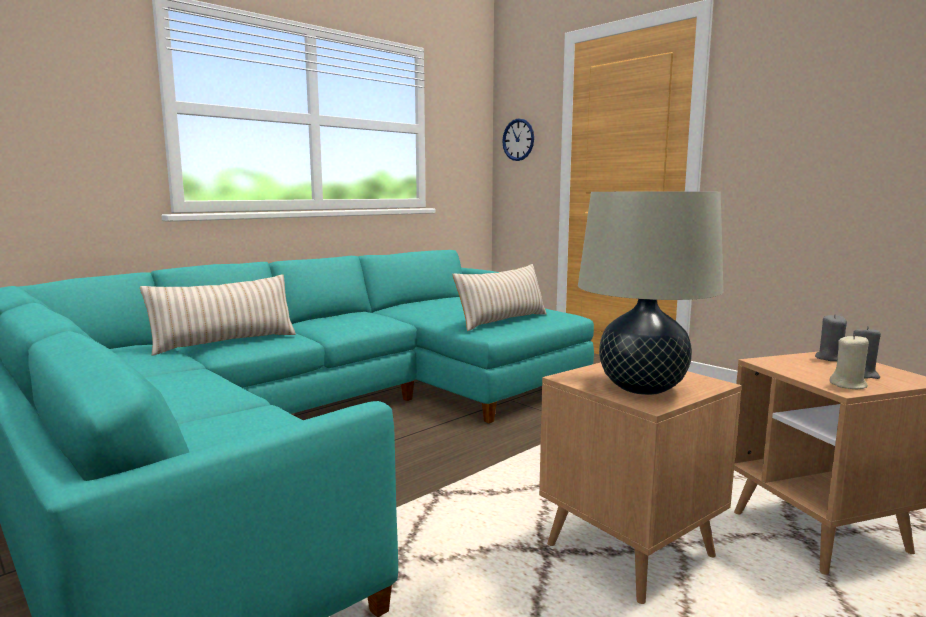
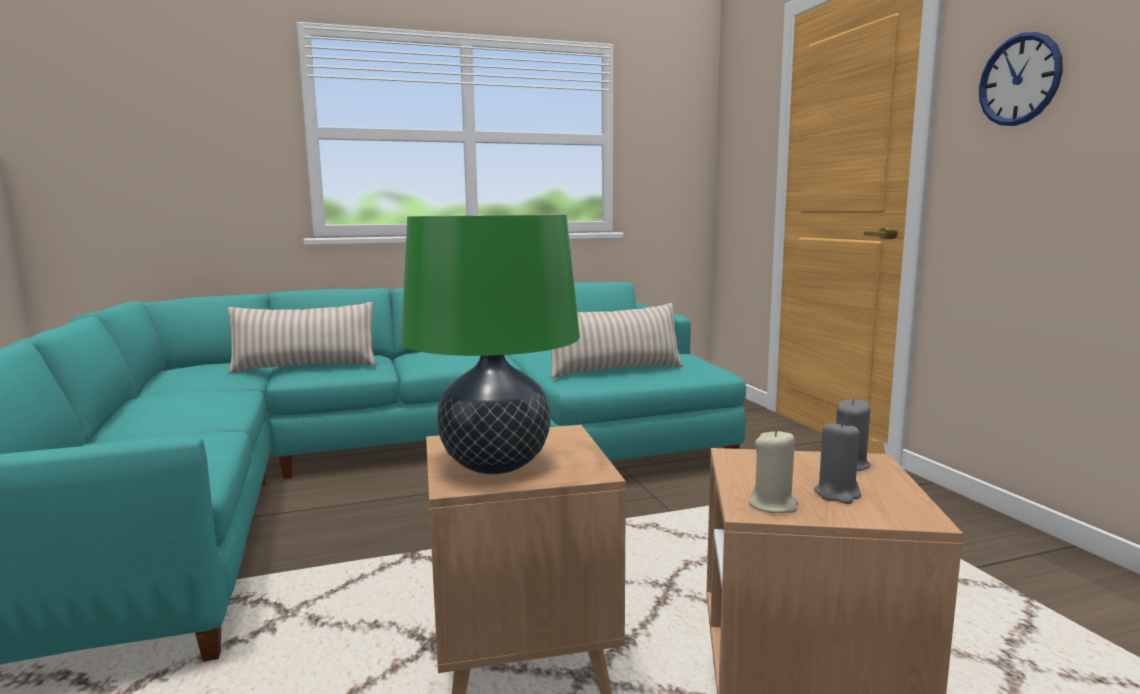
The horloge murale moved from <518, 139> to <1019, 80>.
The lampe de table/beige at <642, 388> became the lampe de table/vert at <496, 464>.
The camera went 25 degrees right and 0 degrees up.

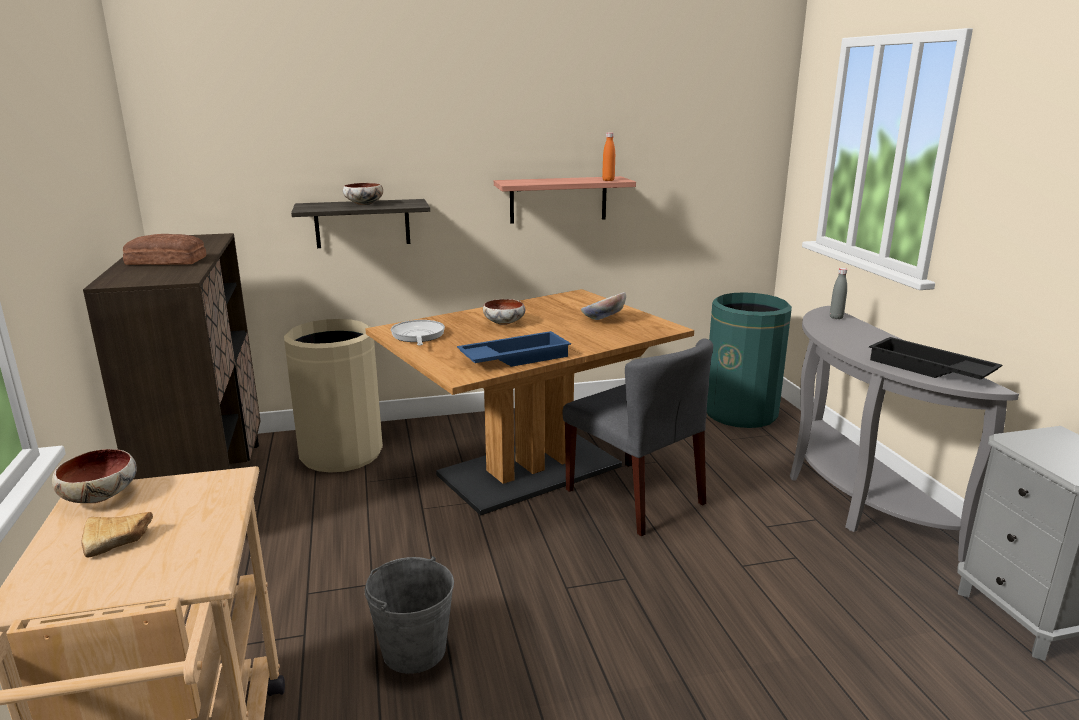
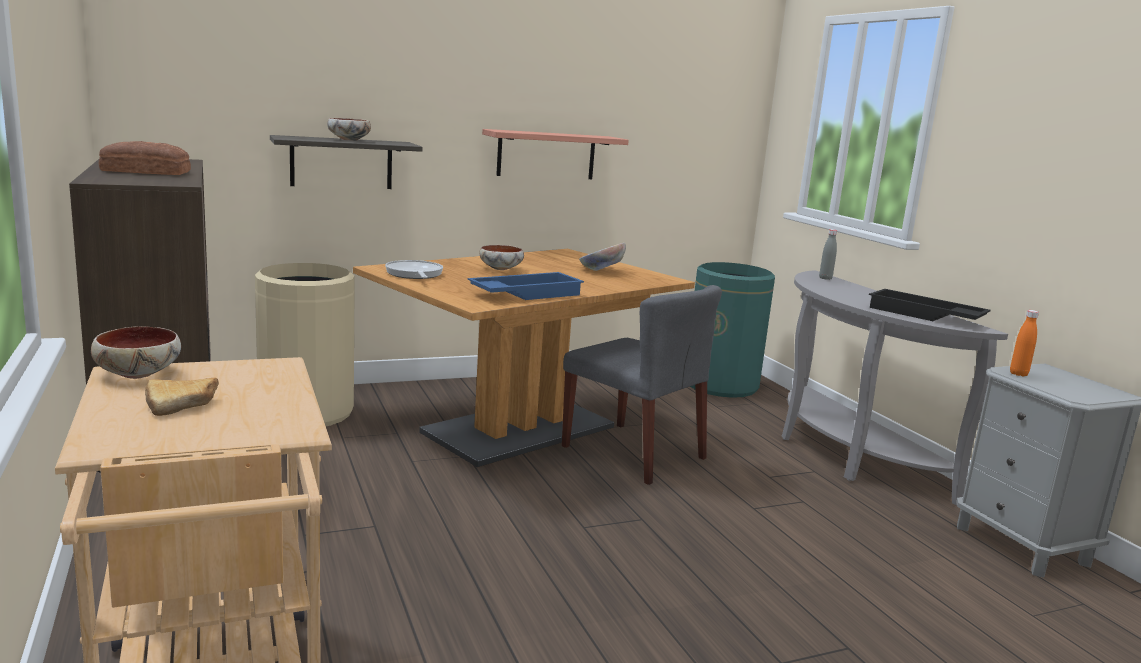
The seau/gris at <414, 650> disappeared.
The bouteille/orange moved from <608, 180> to <1018, 374>.
The camera went 10 degrees left and 5 degrees down.

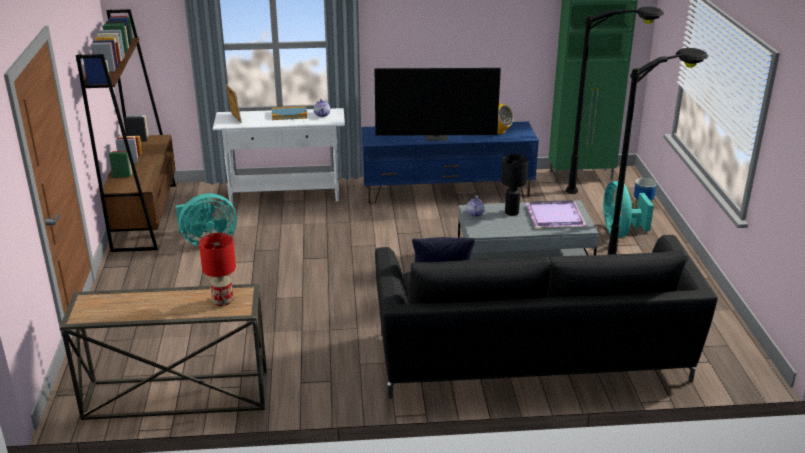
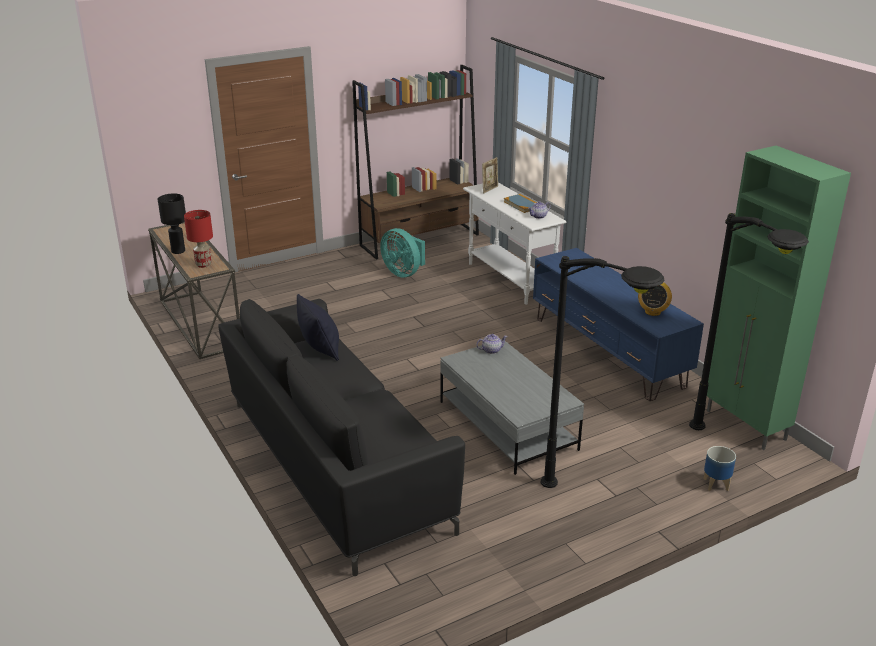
The téléviseur at <436, 137> disappeared.
The lampe de table/noir moved from <511, 212> to <178, 251>.
The plateau/violet at <554, 217> disappeared.
The ventilateur/turquoise at <620, 232> disappeared.
The camera went 65 degrees right and 0 degrees up.

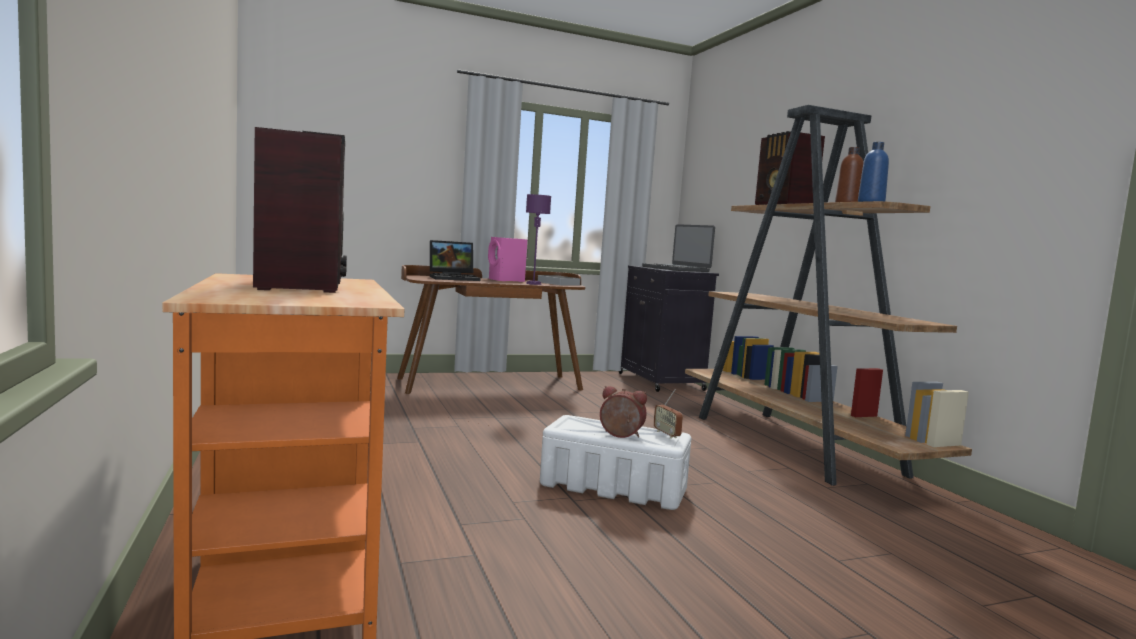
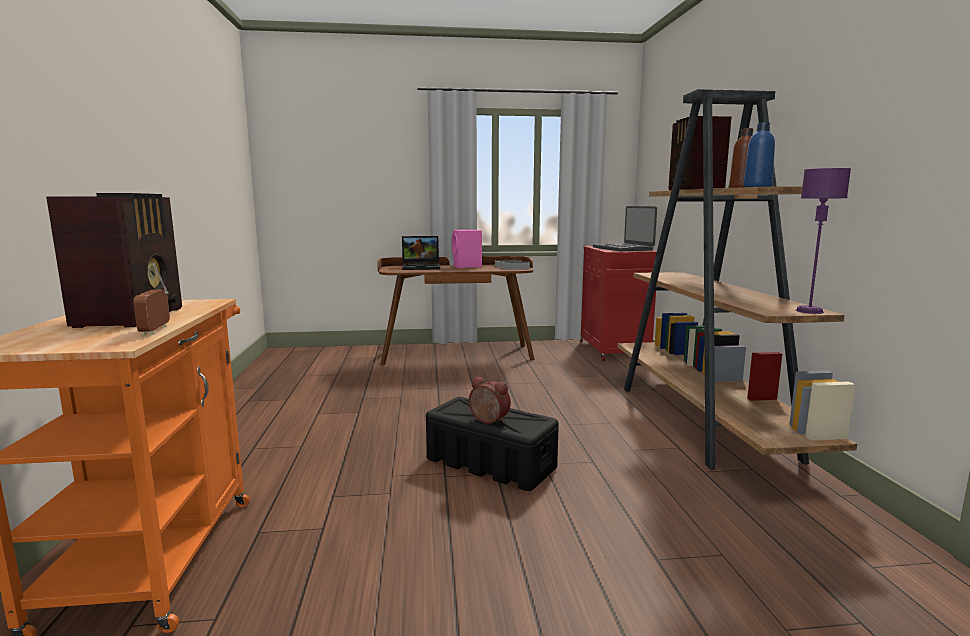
The lampe de table/violet moved from <533, 284> to <809, 311>.
The boîte de rangement/blanc at <612, 487> became the boîte de rangement/noir at <490, 463>.
The meuble de rangement/noir at <661, 382> became the meuble de rangement/rouge at <614, 350>.
The radio moved from <667, 434> to <156, 330>.
The camera went 15 degrees right and 5 degrees up.

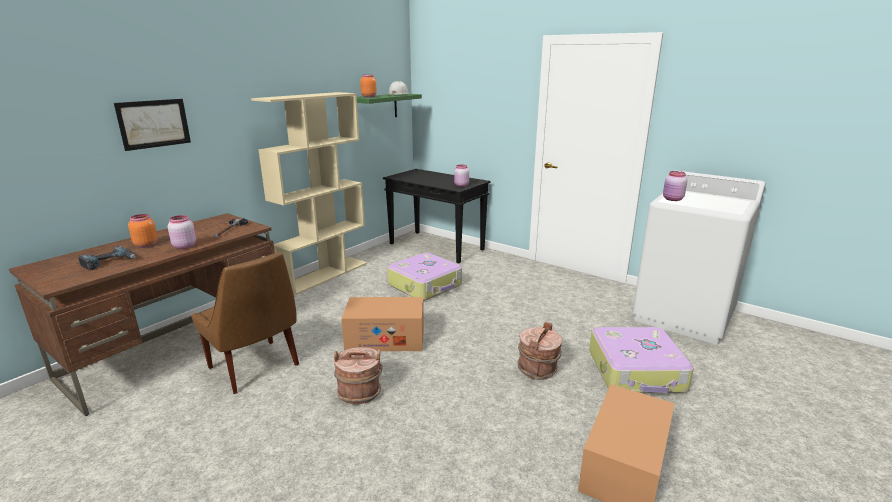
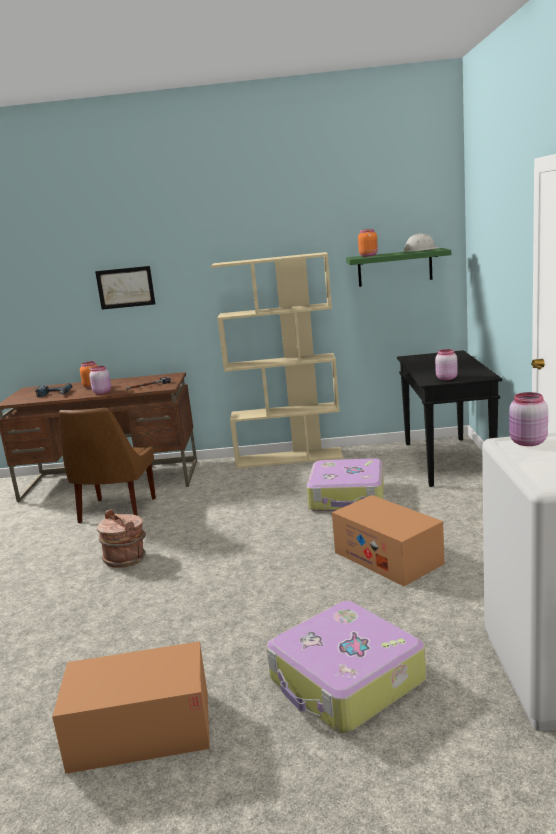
The carton moved from <385, 338> to <388, 558>.
The seau/marron at <538, 369> disappeared.
The camera went 55 degrees right and 5 degrees down.

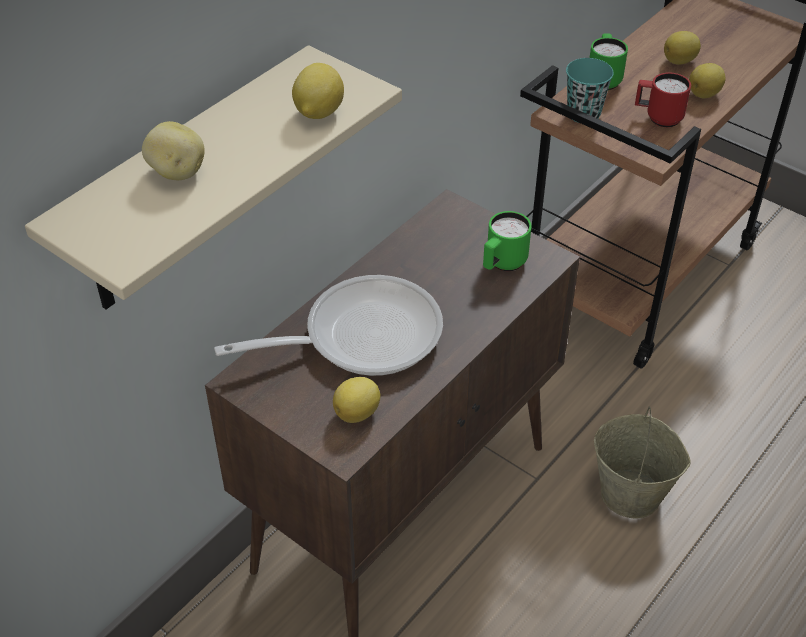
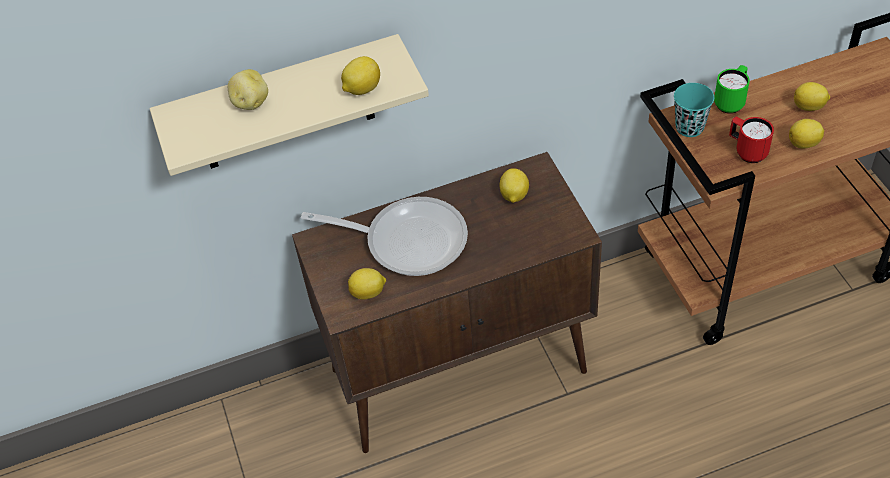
The mug/vert at <502, 264> disappeared.
The seau/beige at <631, 494> disappeared.
The citron at <513, 195> appeared.
The camera went 35 degrees right and 5 degrees up.

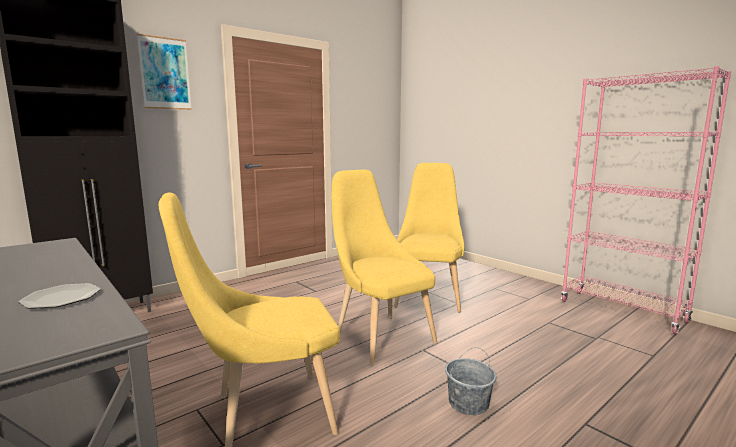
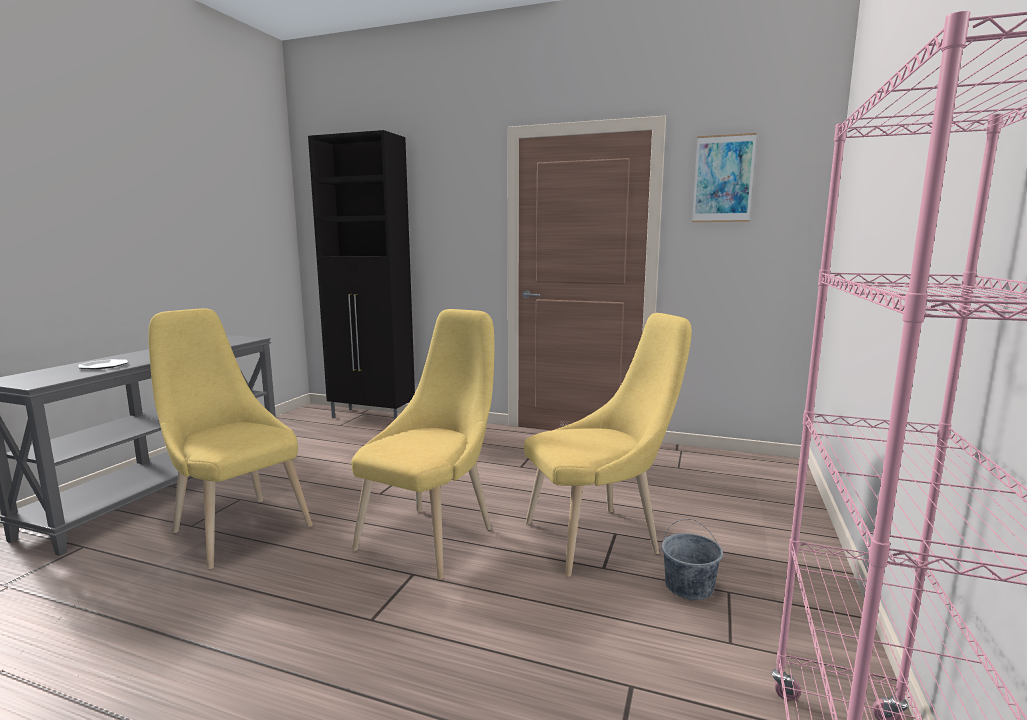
The tableau moved from <165, 73> to <723, 179>.
The seau/gris moved from <469, 403> to <689, 586>.
The camera went 60 degrees right and 0 degrees up.

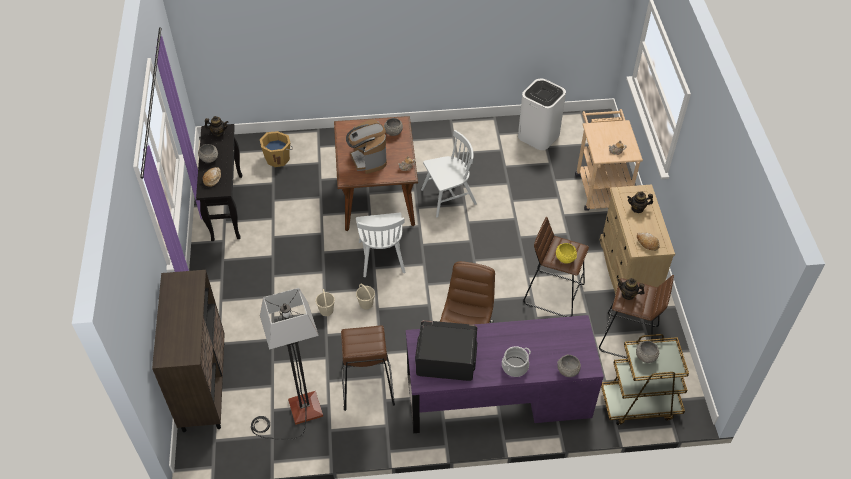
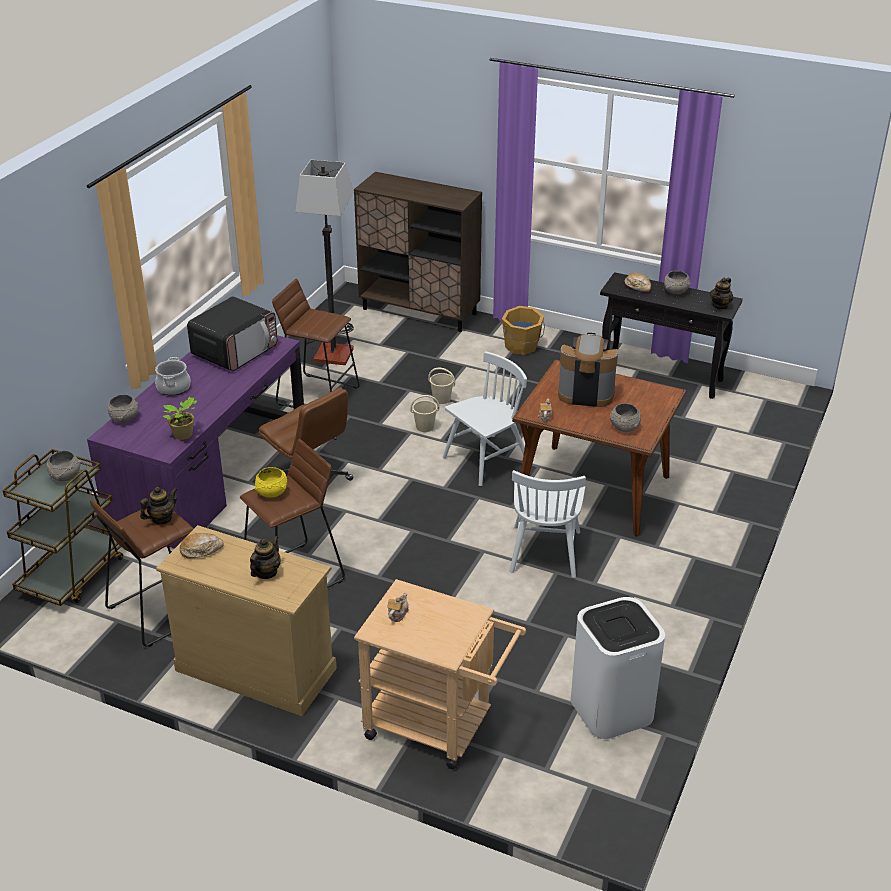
The seau/orange moved from <278, 158> to <521, 346>.
The chaise/blanc at <381, 256> turned 120 degrees clockwise.
The plante en pot at <184, 435> appeared.
The camera went 120 degrees right and 15 degrees down.

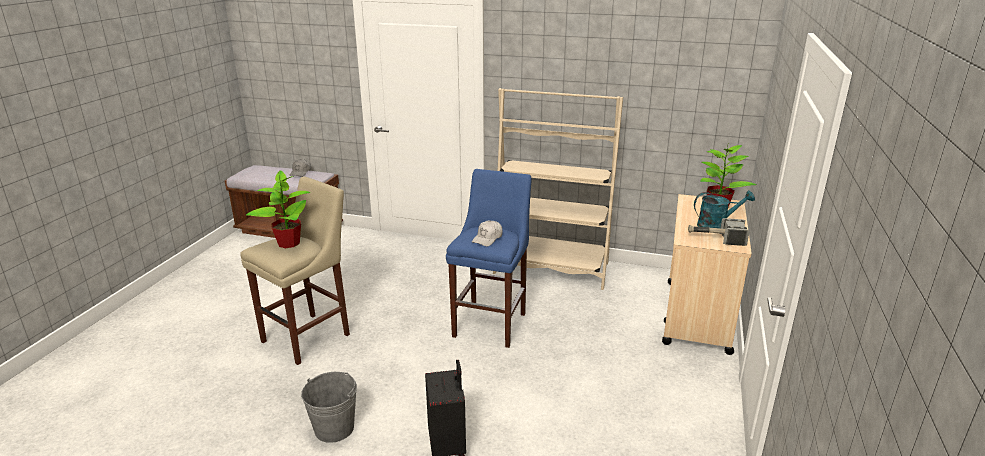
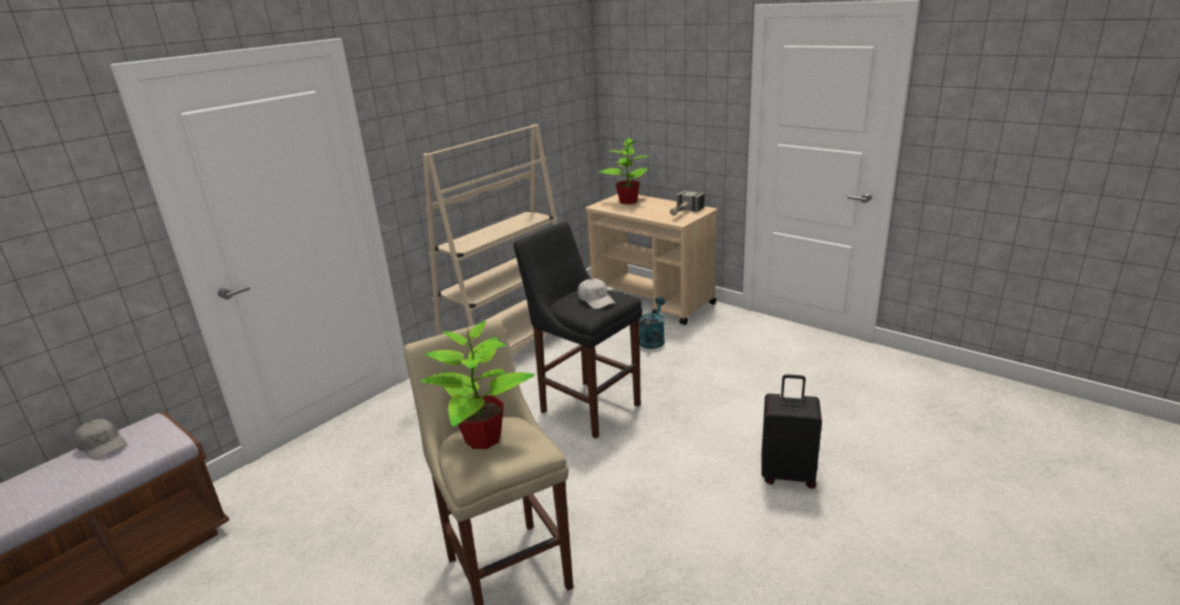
The seau/gris at <334, 428> disappeared.
The tabouret/bleu at <491, 323> became the tabouret/noir at <587, 406>.
The arrosoir/turquoise moved from <716, 225> to <653, 339>.
The camera went 65 degrees left and 0 degrees up.

